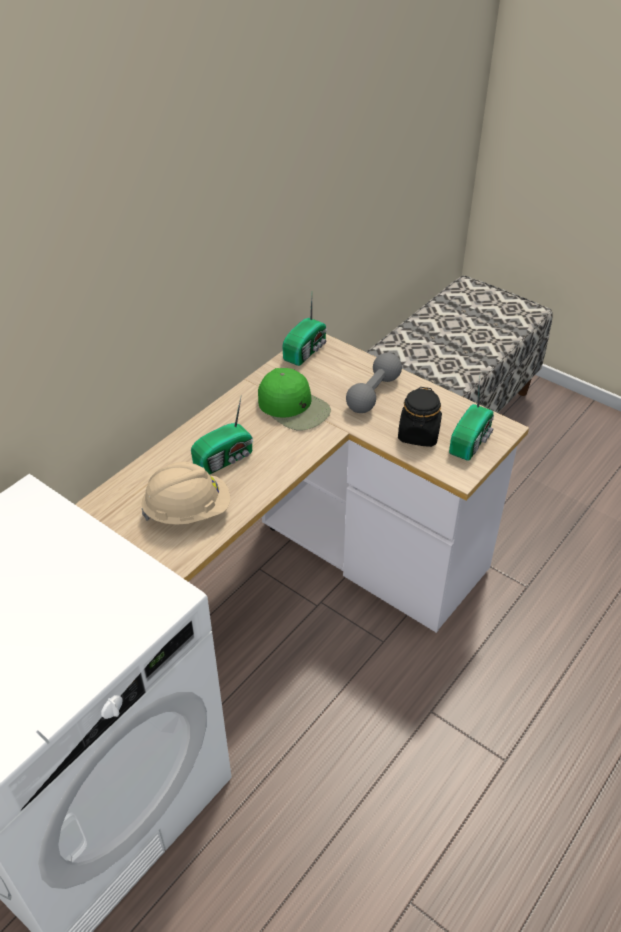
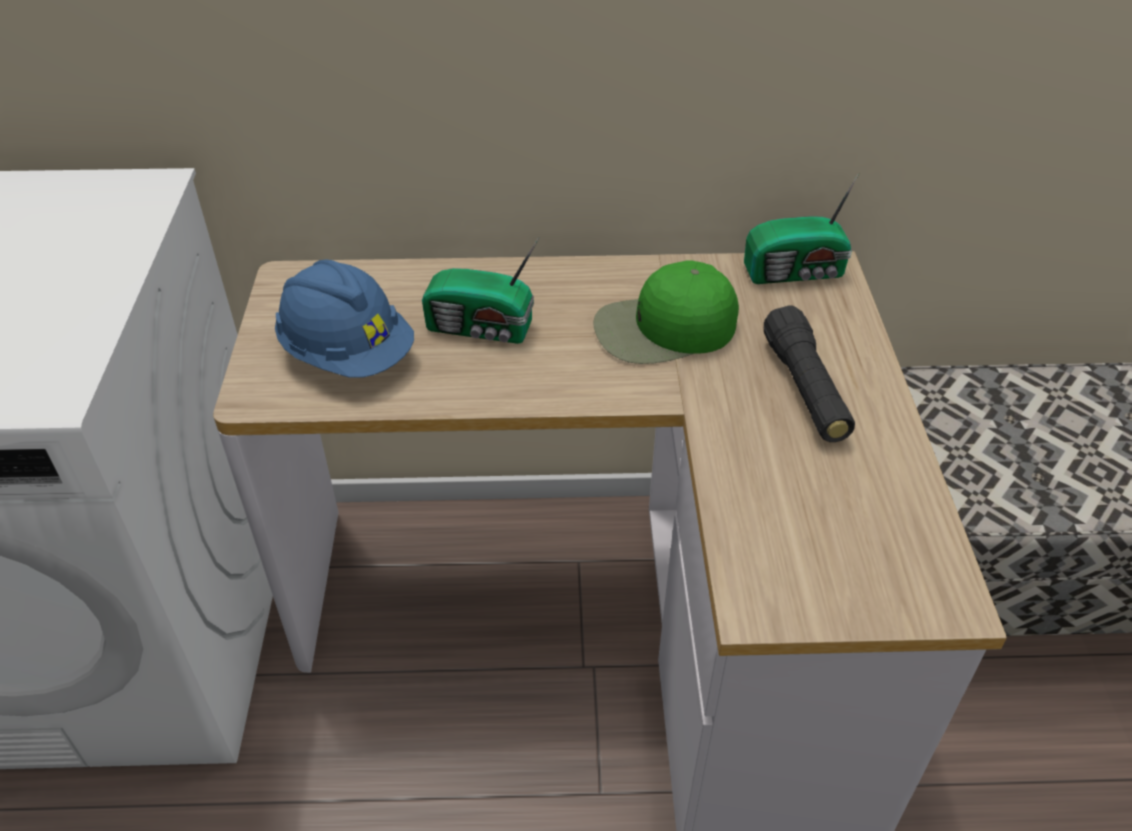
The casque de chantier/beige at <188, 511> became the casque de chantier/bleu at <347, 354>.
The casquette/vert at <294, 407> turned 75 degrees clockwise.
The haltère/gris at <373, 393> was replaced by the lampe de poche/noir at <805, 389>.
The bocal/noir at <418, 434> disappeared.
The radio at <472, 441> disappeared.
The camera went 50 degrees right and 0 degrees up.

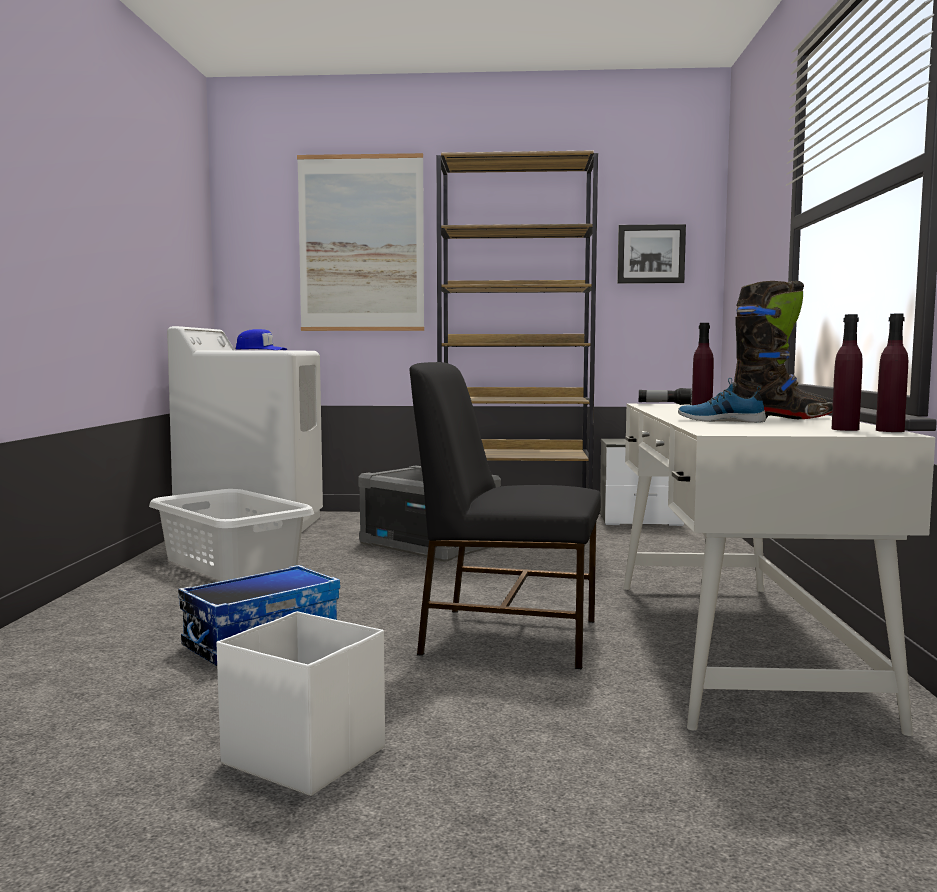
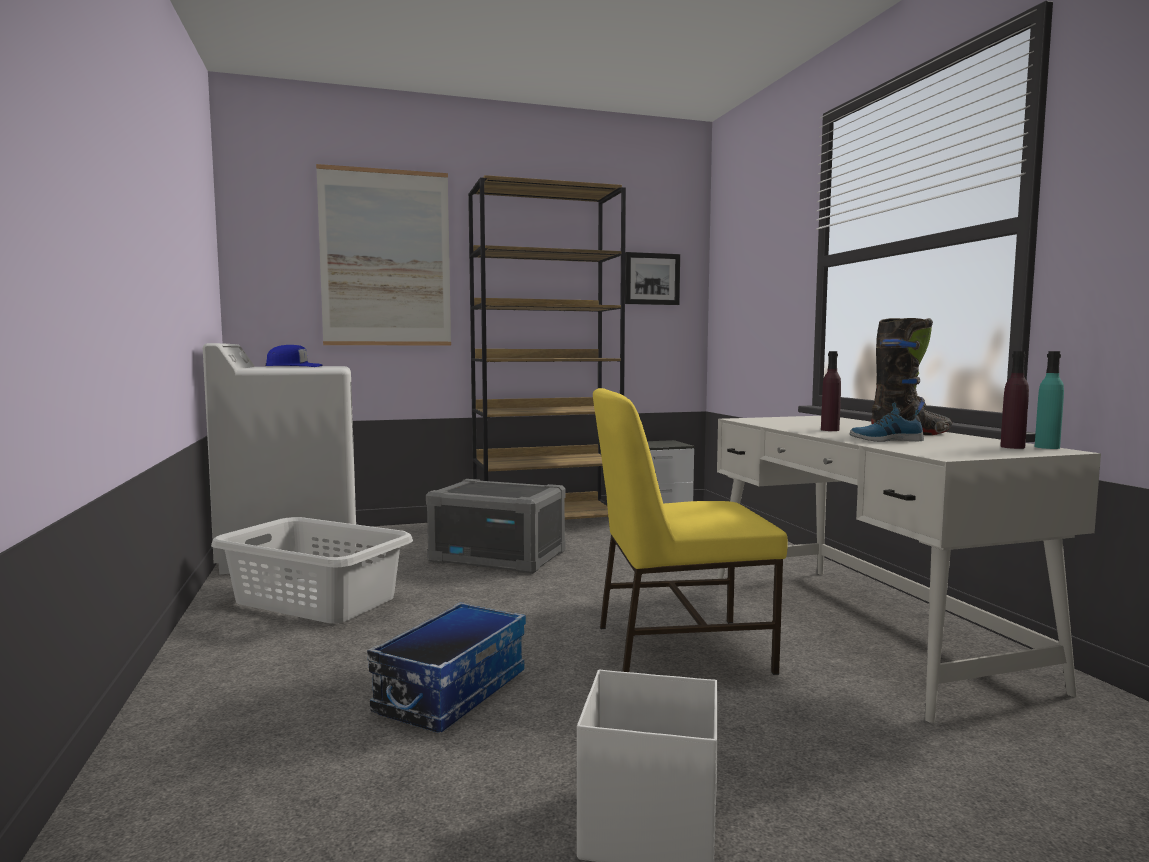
The chaise/noir at <507, 636> became the chaise/jaune at <678, 648>.
The lampe de poche at <664, 404> disappeared.
The bouteille/violet at <890, 431> became the bouteille/turquoise at <1047, 447>.
The camera went 20 degrees left and 0 degrees up.

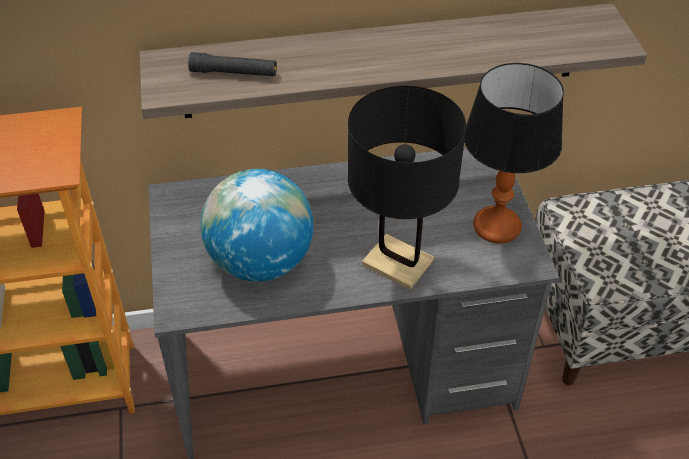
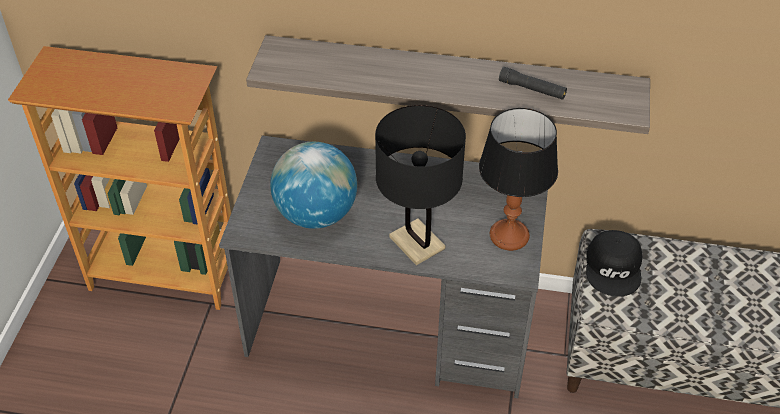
The lampe de poche/noir moved from <234, 73> to <532, 89>.
The casquette/noir at <614, 268> appeared.
The camera went 20 degrees right and 0 degrees up.

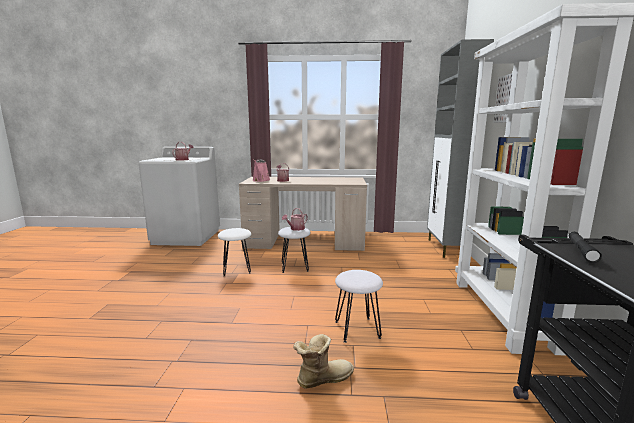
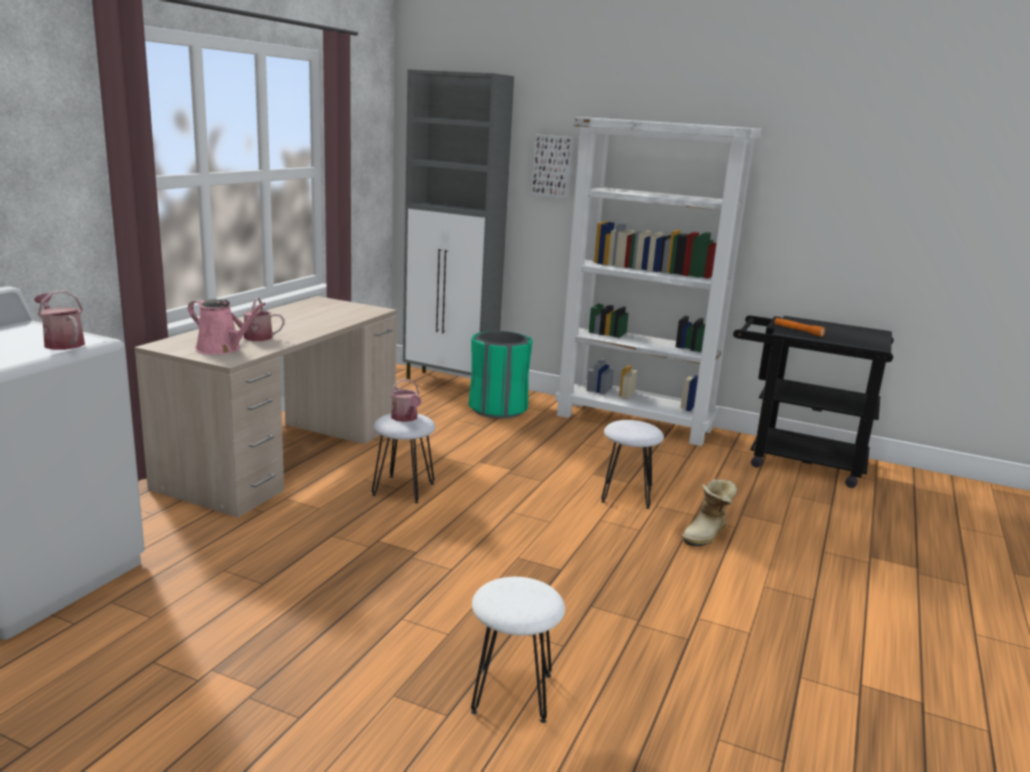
The tabouret/blanc moved from <236, 269> to <512, 694>.
The botte at <322, 378> turned 135 degrees counterclockwise.
The lampe de poche/noir at <581, 251> became the lampe de poche/orange at <798, 330>.
The poubelle/vert at <498, 409> appeared.
The camera went 70 degrees left and 5 degrees up.

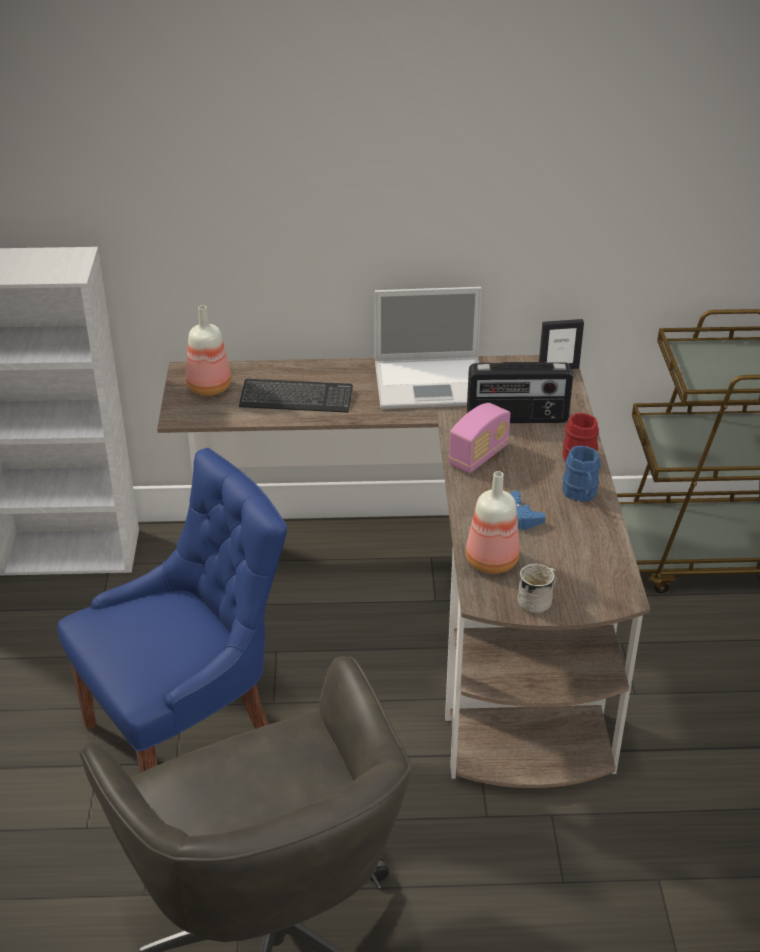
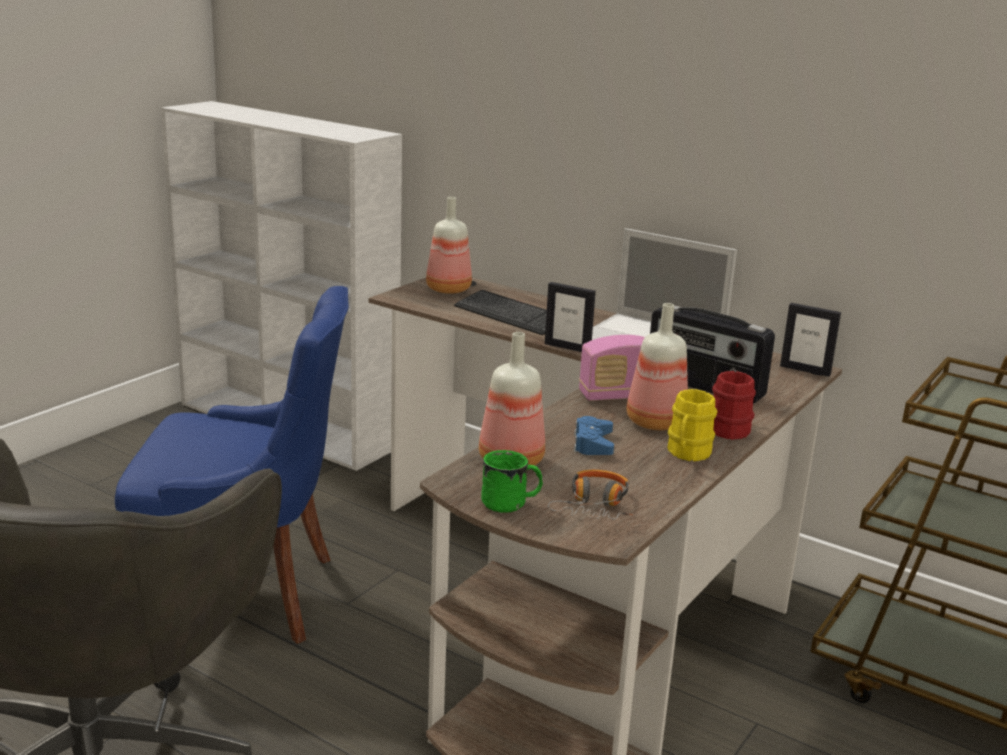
The mug/blanc at <539, 600> became the mug/vert at <511, 504>.
The mug/bleu at <581, 494> became the mug/jaune at <687, 453>.
The cadre photo at <567, 347> appeared.
The casque audio at <594, 506> appeared.
The bouteille at <655, 423> appeared.
The camera went 35 degrees right and 15 degrees down.

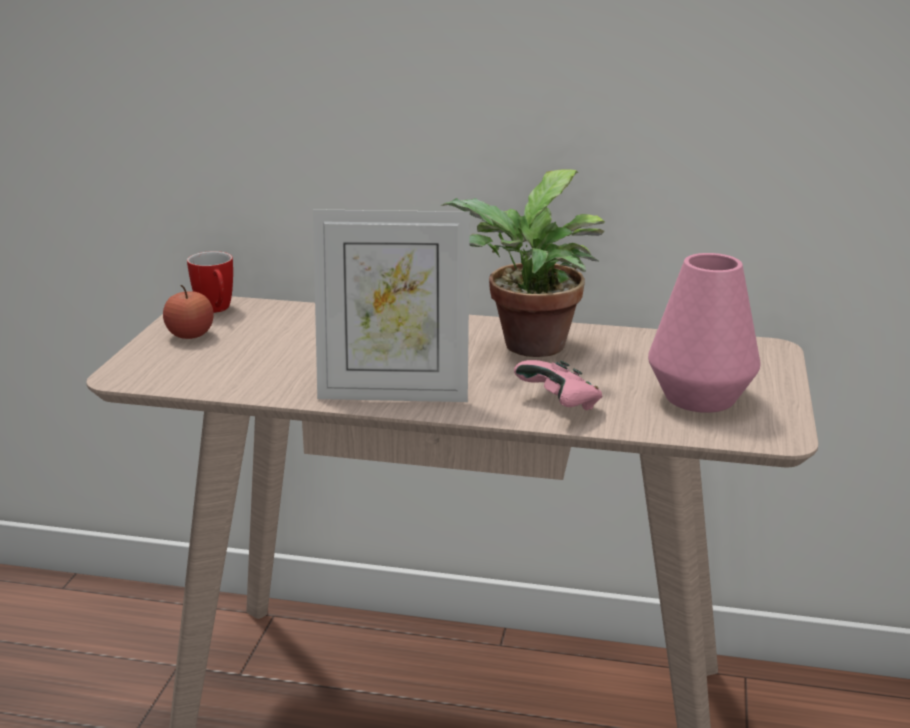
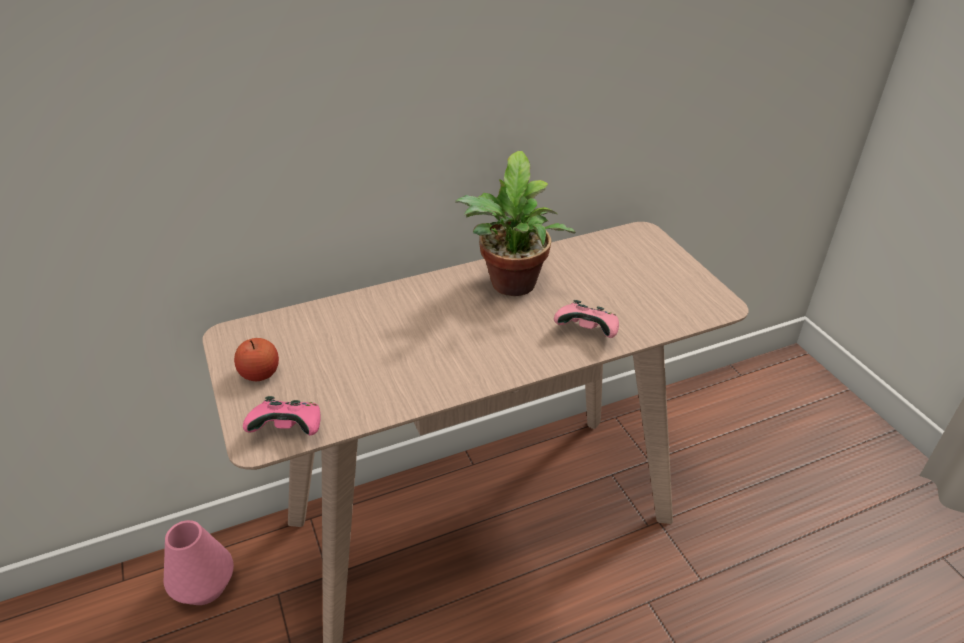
The mug at <216, 310> disappeared.
The cadre photo at <393, 393> disappeared.
The vase/rose moved from <699, 397> to <204, 586>.
The manette/rose at <289, 430> appeared.
The camera went 35 degrees left and 15 degrees up.

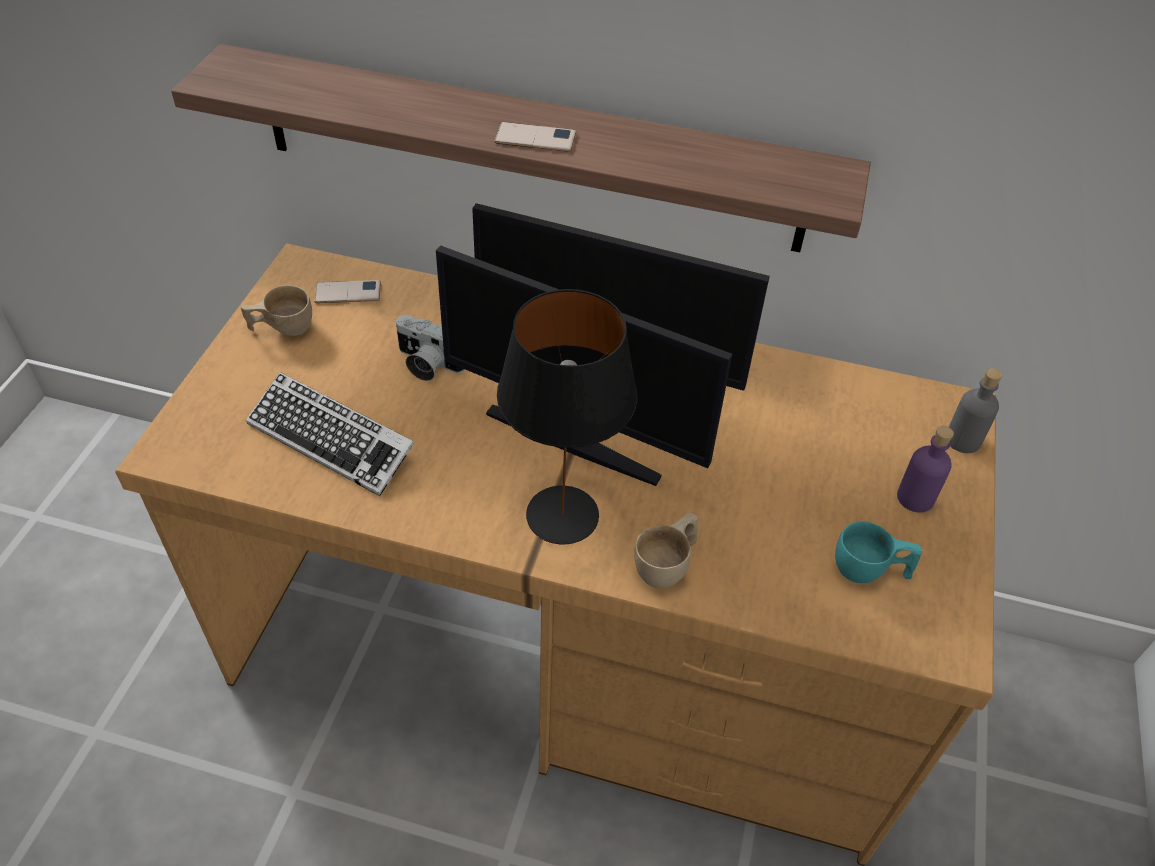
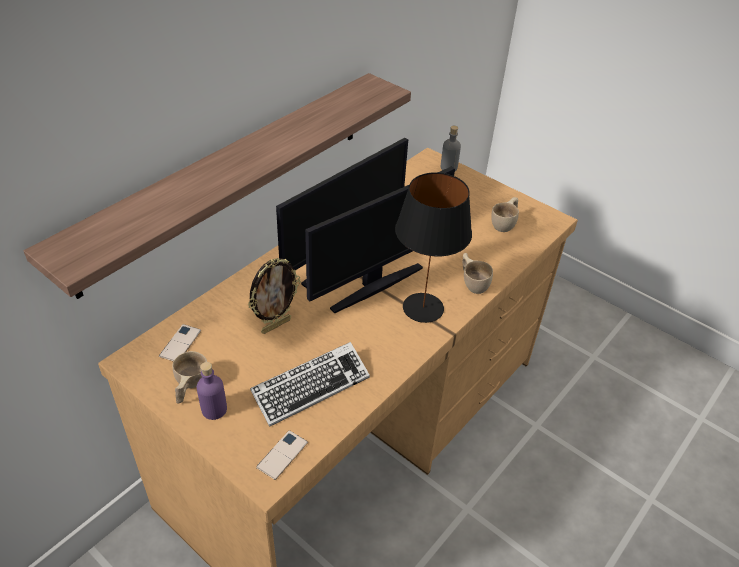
The appareil photo at <427, 364> was replaced by the cadre photo at <276, 325>.
The téléphone moved from <535, 138> to <282, 455>.
The tasse/turquoise at <870, 571> became the tasse/beige at <505, 224>.
The bouteille/violet moved from <915, 498> to <214, 409>.
The camera went 65 degrees left and 5 degrees down.

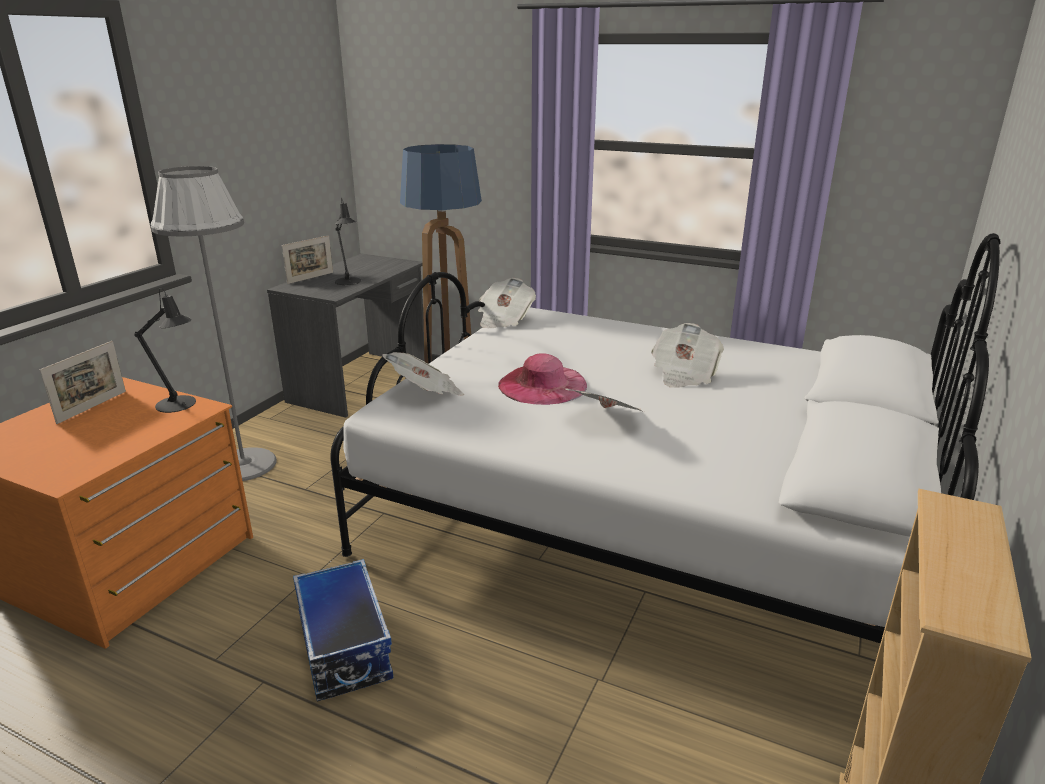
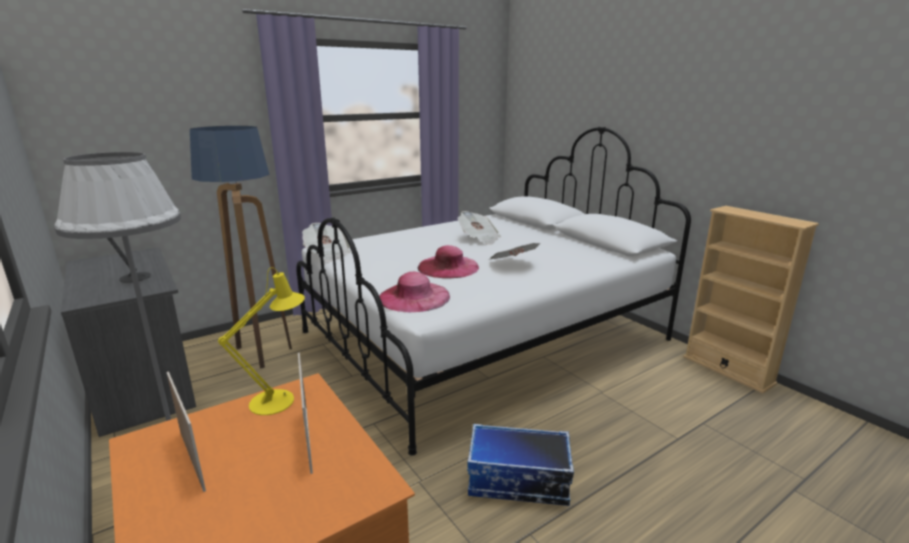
The lampe de table/noir at <180, 405> became the lampe de table/jaune at <278, 399>.
The cadre photo moved from <310, 278> to <308, 439>.
The journal at <426, 393> was replaced by the chapeau/rose at <414, 297>.
The camera went 60 degrees left and 5 degrees down.

